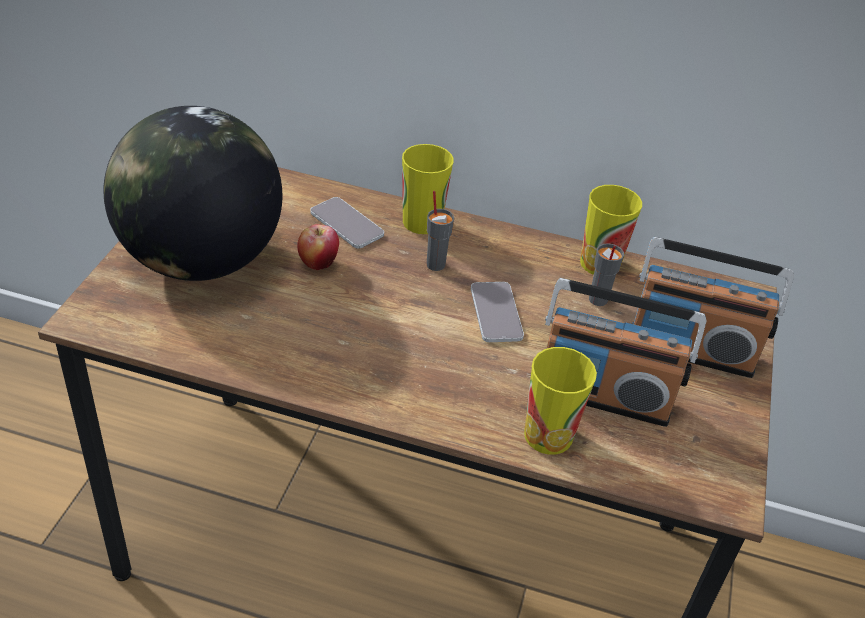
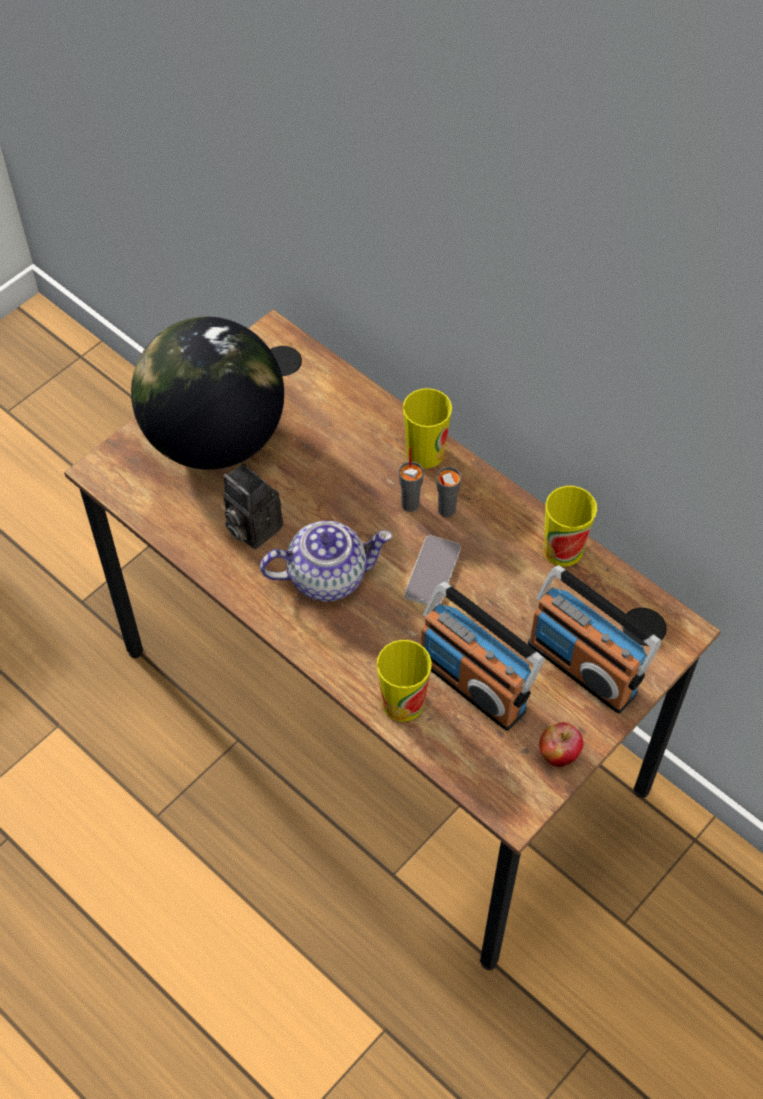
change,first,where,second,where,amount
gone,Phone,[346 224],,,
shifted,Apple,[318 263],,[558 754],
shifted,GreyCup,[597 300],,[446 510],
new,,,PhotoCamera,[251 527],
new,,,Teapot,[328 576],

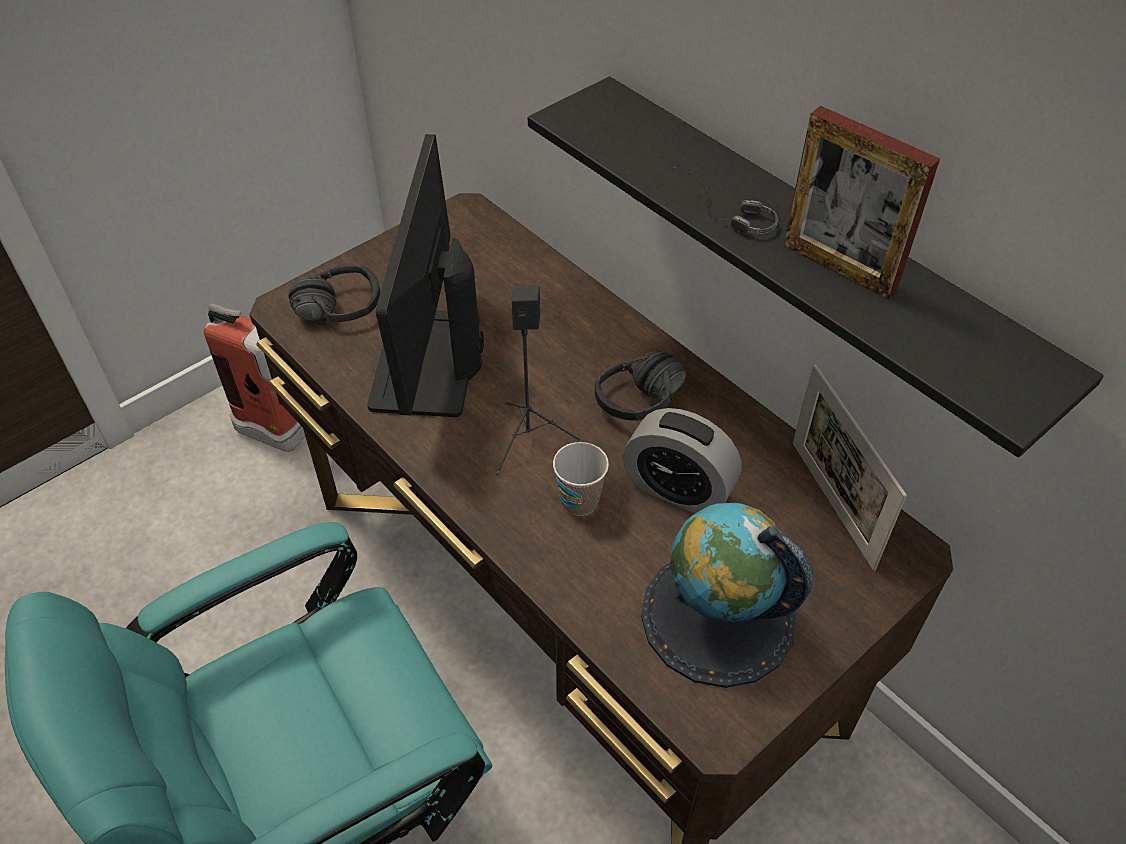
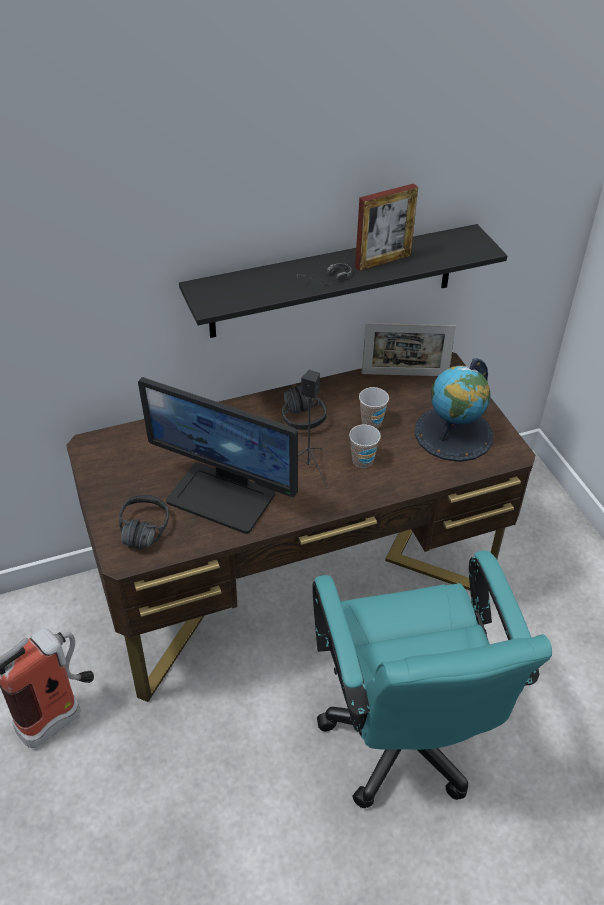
change,first,where,second,where,amount
swapped,AlarmClock,[678 489],Cup,[371 422],

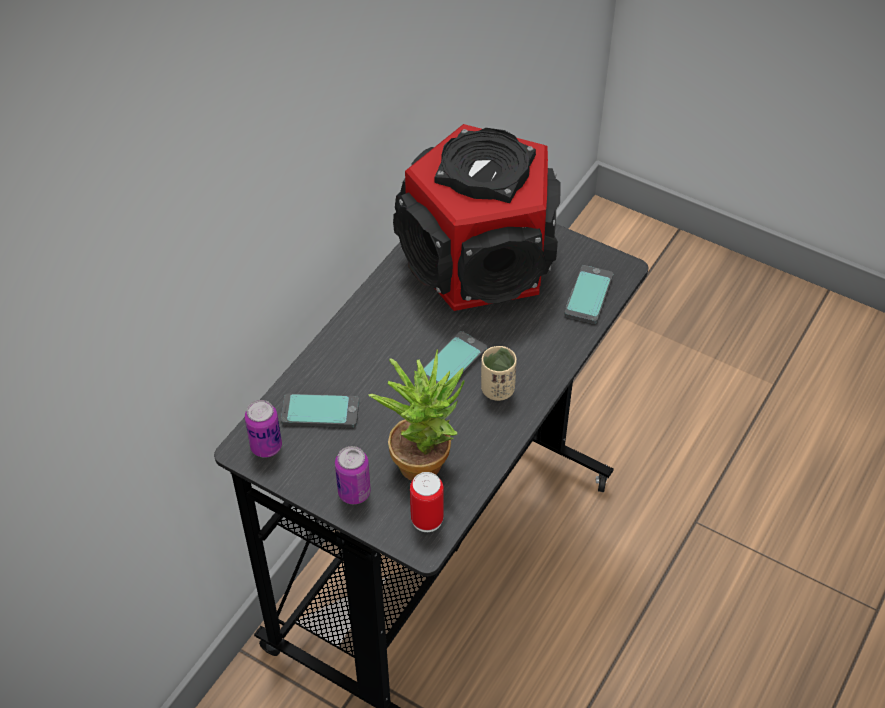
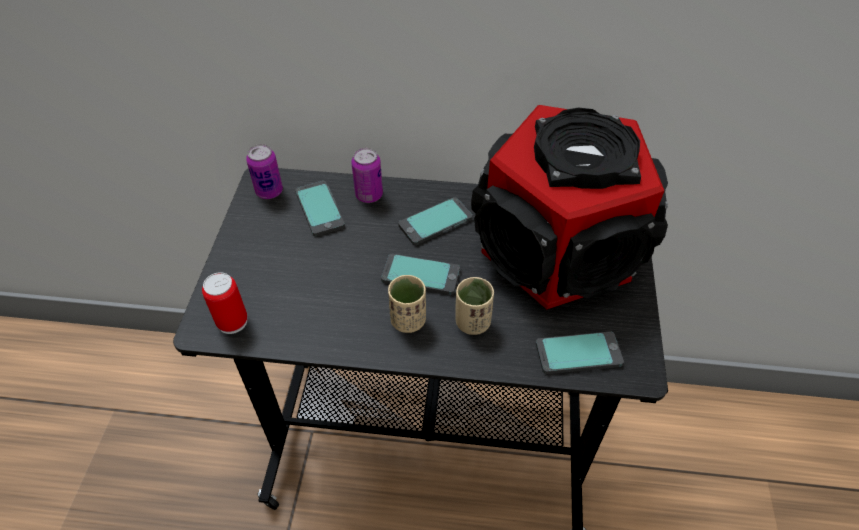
change,first,where,second,where,amount
gone,PottedPlant,[423 457],,,
shifted,Can,[354 492],,[369 195],
new,,,Phone,[435 222],
new,,,BeigeCup,[472 322],

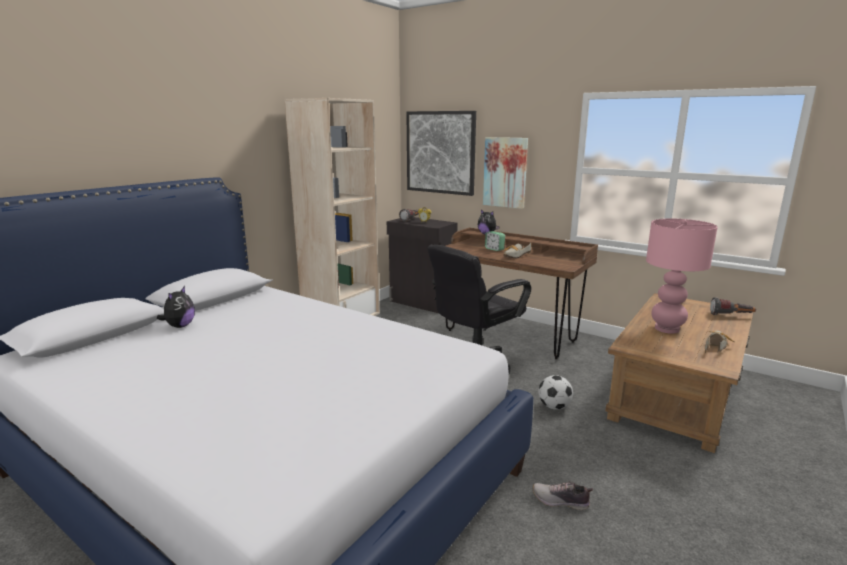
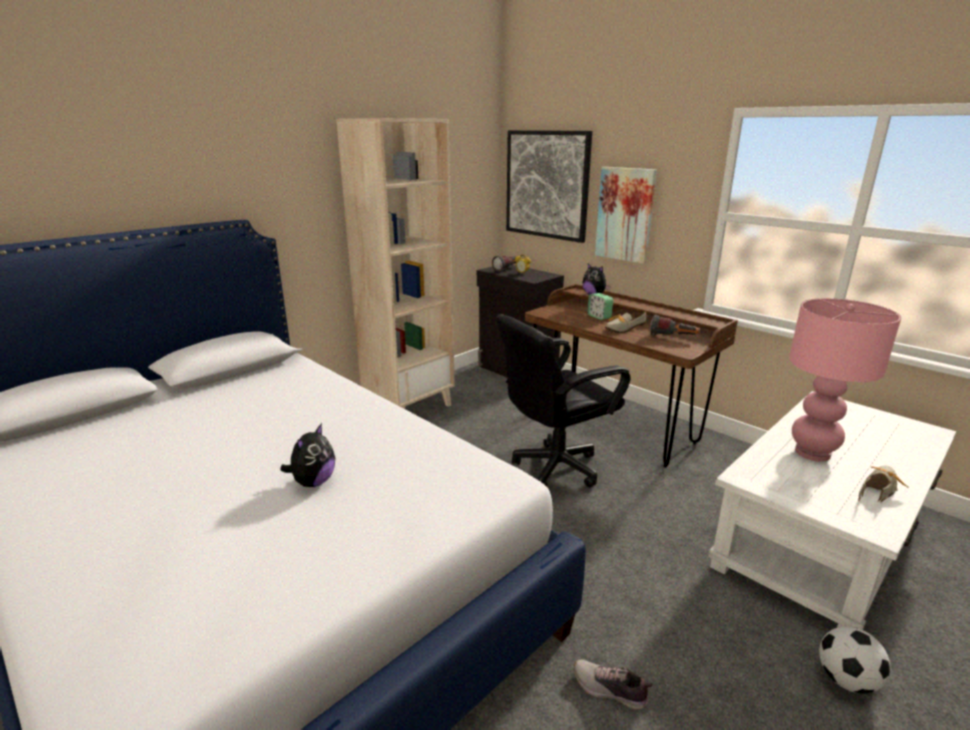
change,first,where,second,where,amount
shifted,PlushToy,[180 326],,[313 482],
repainted,BrownCoffeeTable,[676 393],WhiteCoffeeTable,[821 536],
shifted,Flashlight,[731 316],,[673 338],
shifted,Football,[554 407],,[846 680],

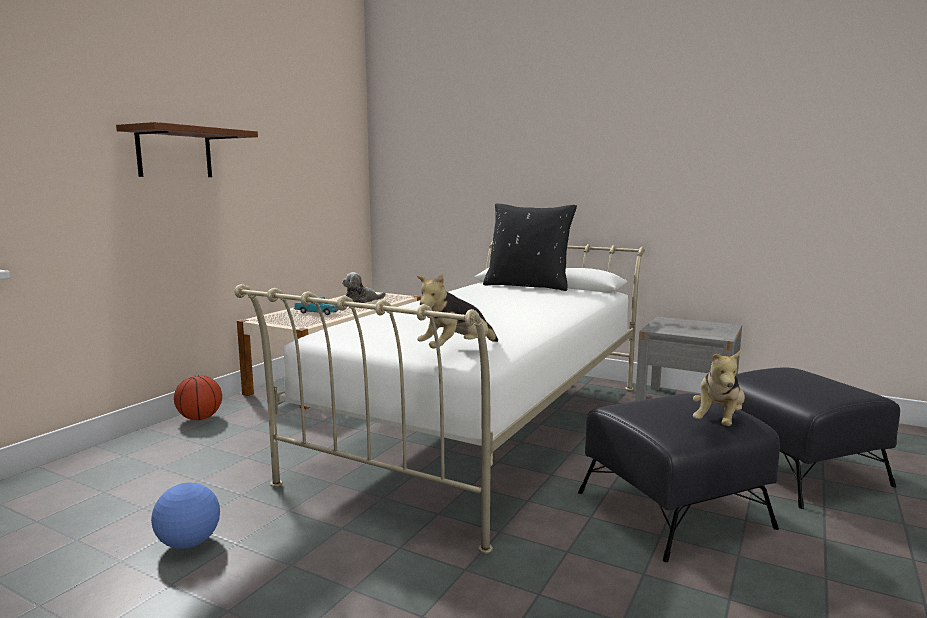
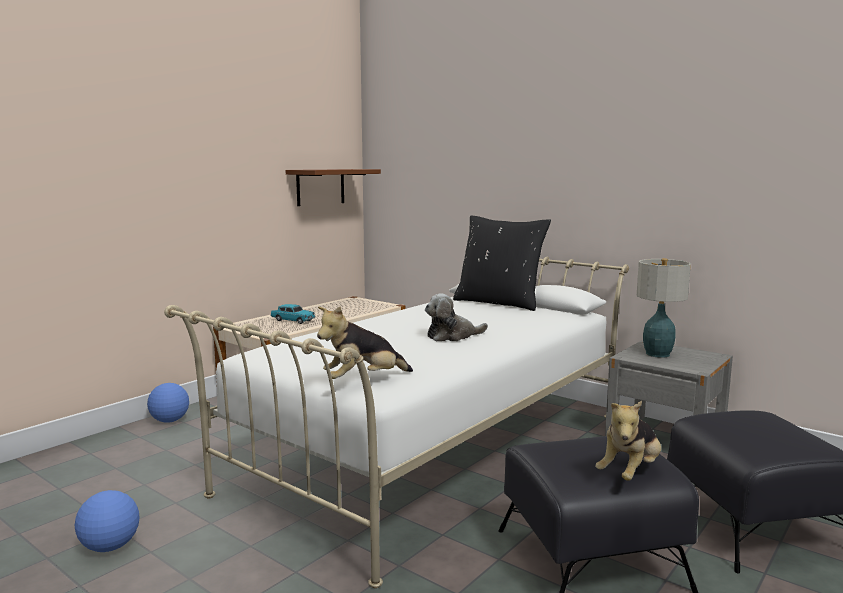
change,first,where,second,where,amount
shifted,BrownShelf,[174 153],,[320 187],
shifted,PlushToy,[361 301],,[452 336],
swapped,Basketball,[200 418],Football,[170 421],
new,,,TableLamp,[657 354],

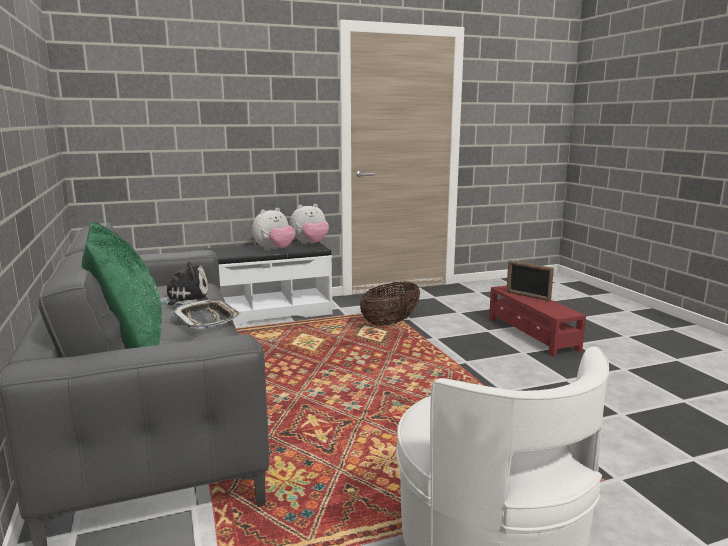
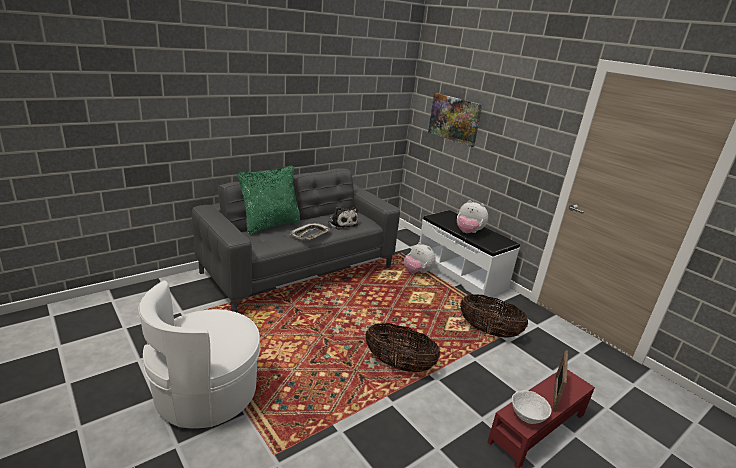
change,first,where,second,where,amount
shifted,PlushToy,[310 244],,[417 272],
new,,,Picture,[454 119],
new,,,Basket,[398 364],
new,,,WhiteBowl,[527 416],

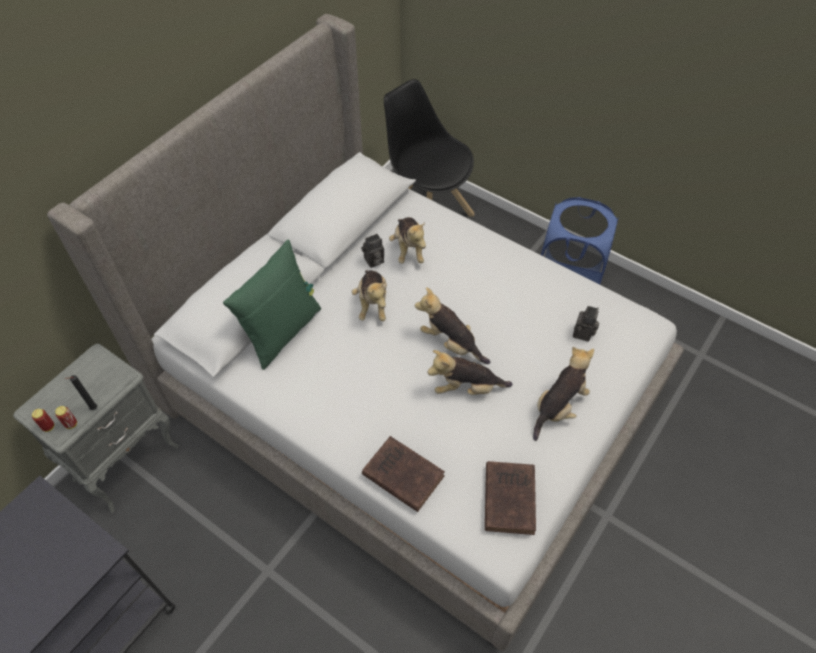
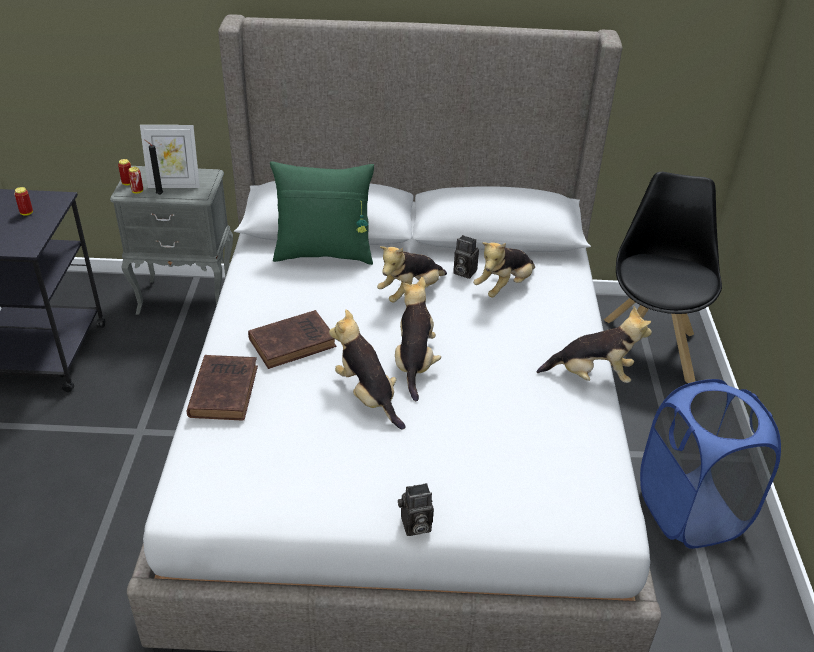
change,first,where,second,where,amount
shifted,PhotoCamera,[583 334],,[414 526],
shifted,PlushToy,[558 406],,[592 375],
shifted,BrownBook,[509 497],,[294 342],
new,,,PictureFrame,[174 185],
new,,,Can,[26 213],

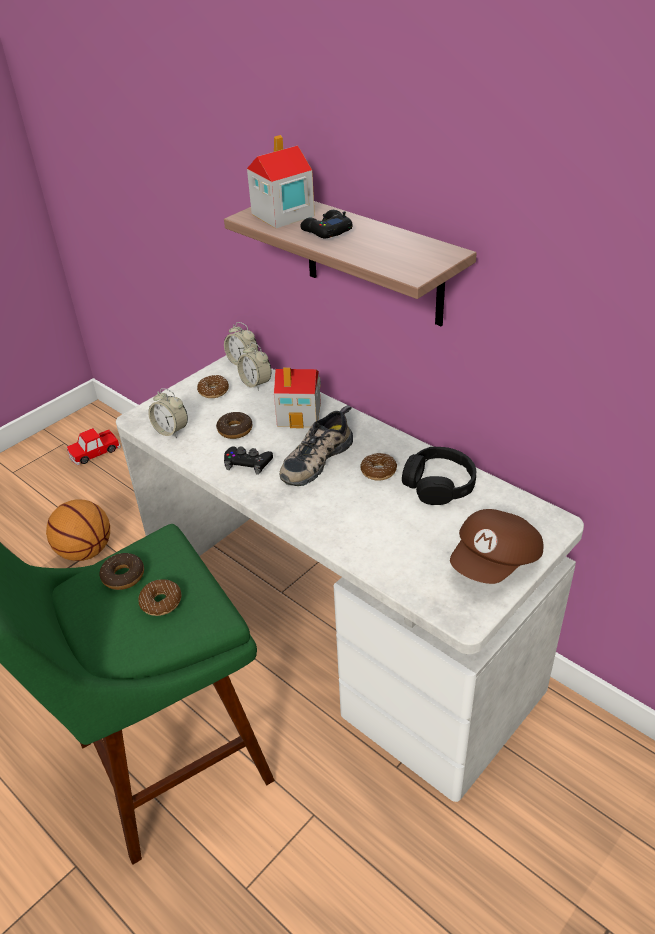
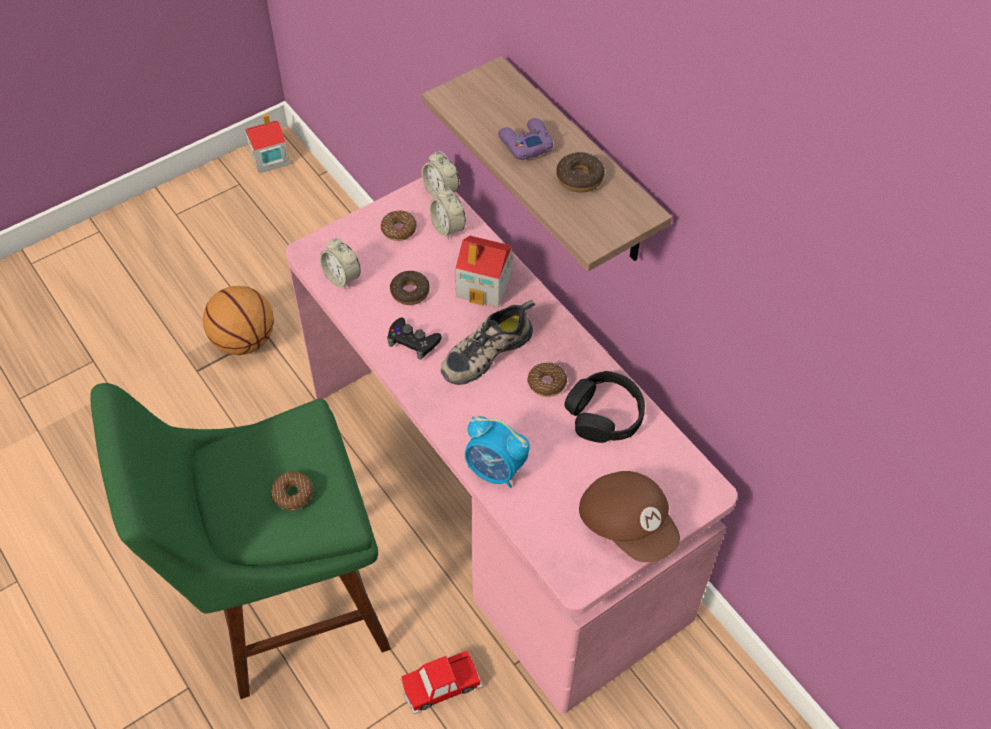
change,first,where,second,where,amount
shifted,ToyHouse,[282 215],,[269 158],
repainted,BlackGameController,[326 231],PurpleGameController,[525 143],
repainted,WhiteDesk,[337 628],PinkDesk,[495 497],
shifted,ToyCar,[94 452],,[440 685],
rotated,BrownCap,[495 562],,[628 524],90 degrees counterclockwise
shifted,Donut,[123 576],,[579 178],
new,,,AlarmClock,[495 470],

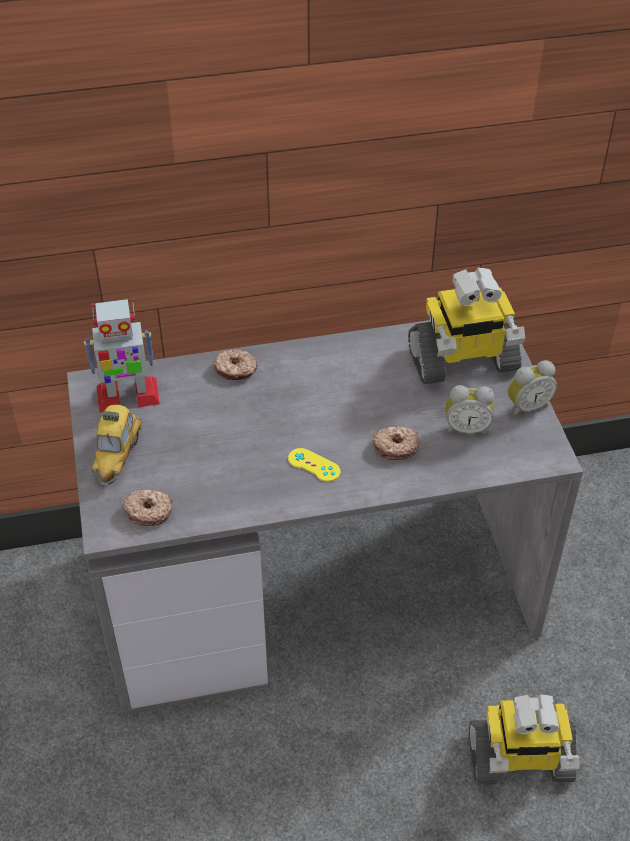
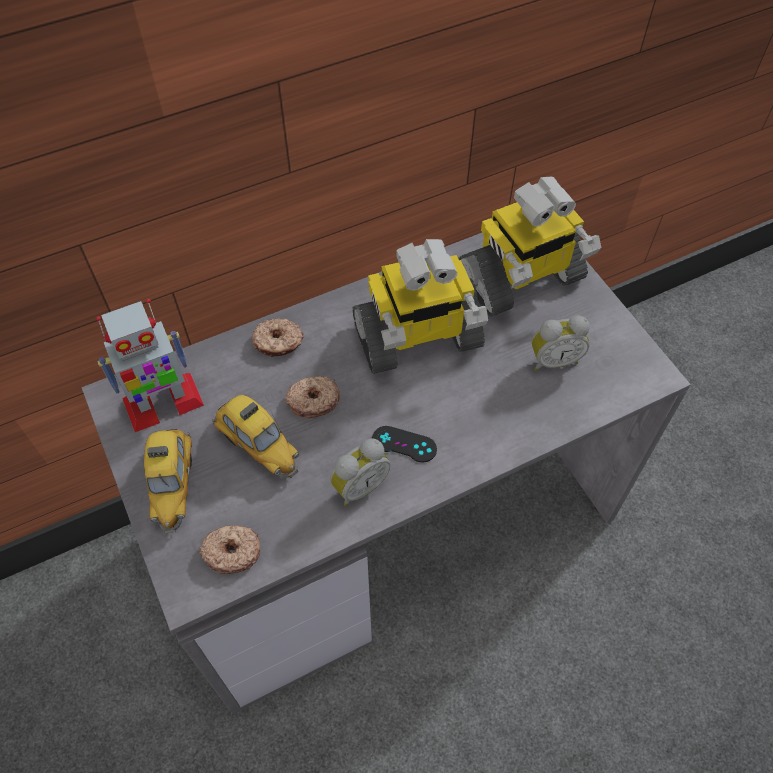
change,first,where,second,where,amount
shifted,AlarmClock,[526 406],,[359 485],
shifted,Donut,[395 447],,[313 400],
repainted,YellowGameController,[314 465],BlackGameController,[404 444],
shifted,ToyRobot,[519 759],,[417 338],
new,,,ToyCar,[258 446],

